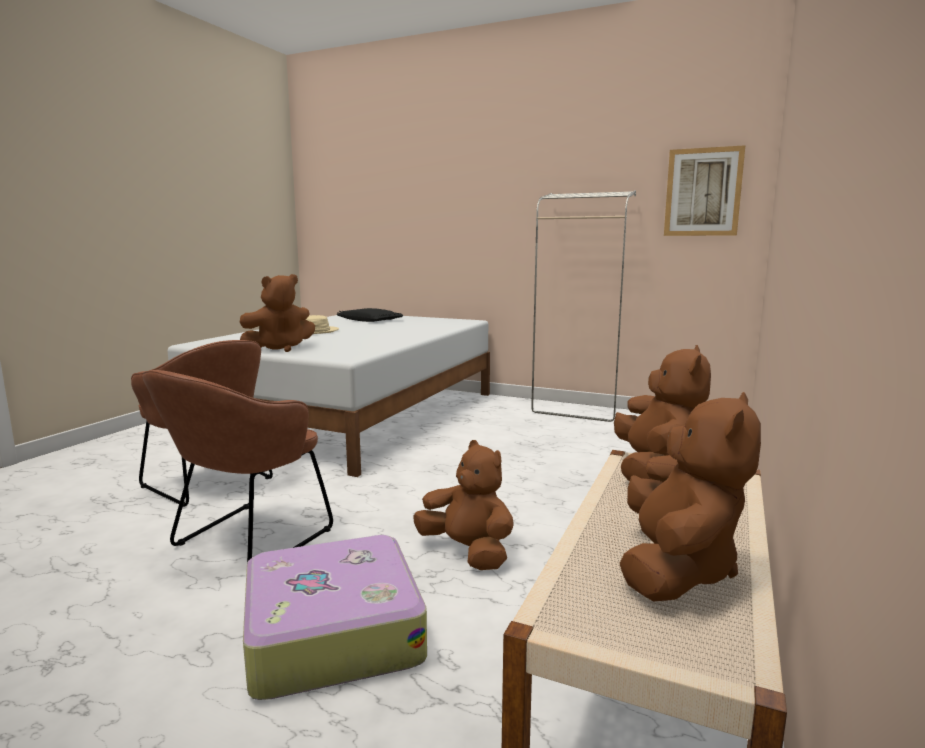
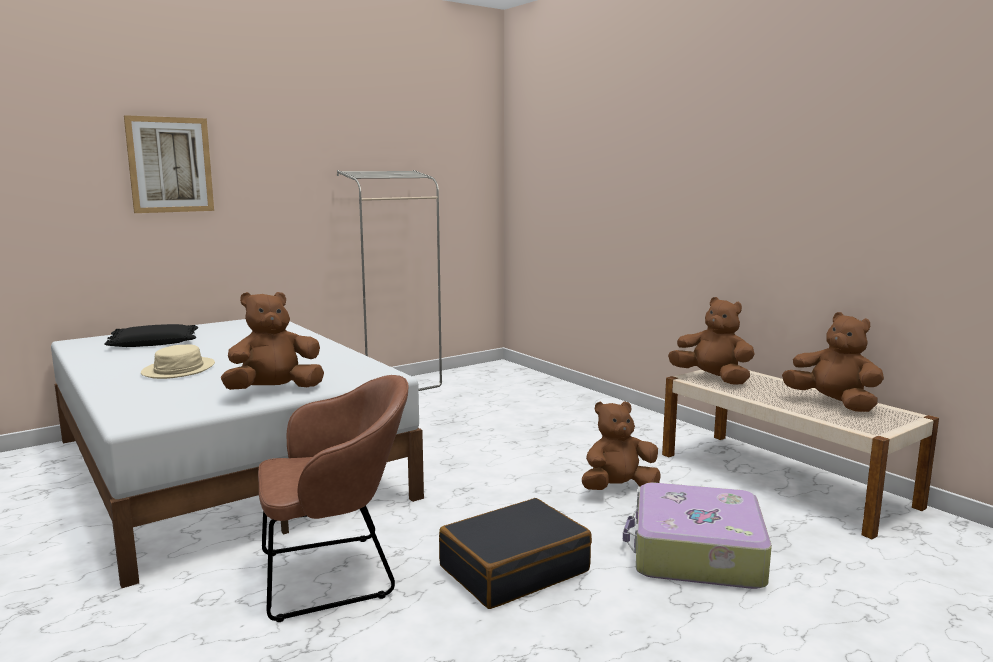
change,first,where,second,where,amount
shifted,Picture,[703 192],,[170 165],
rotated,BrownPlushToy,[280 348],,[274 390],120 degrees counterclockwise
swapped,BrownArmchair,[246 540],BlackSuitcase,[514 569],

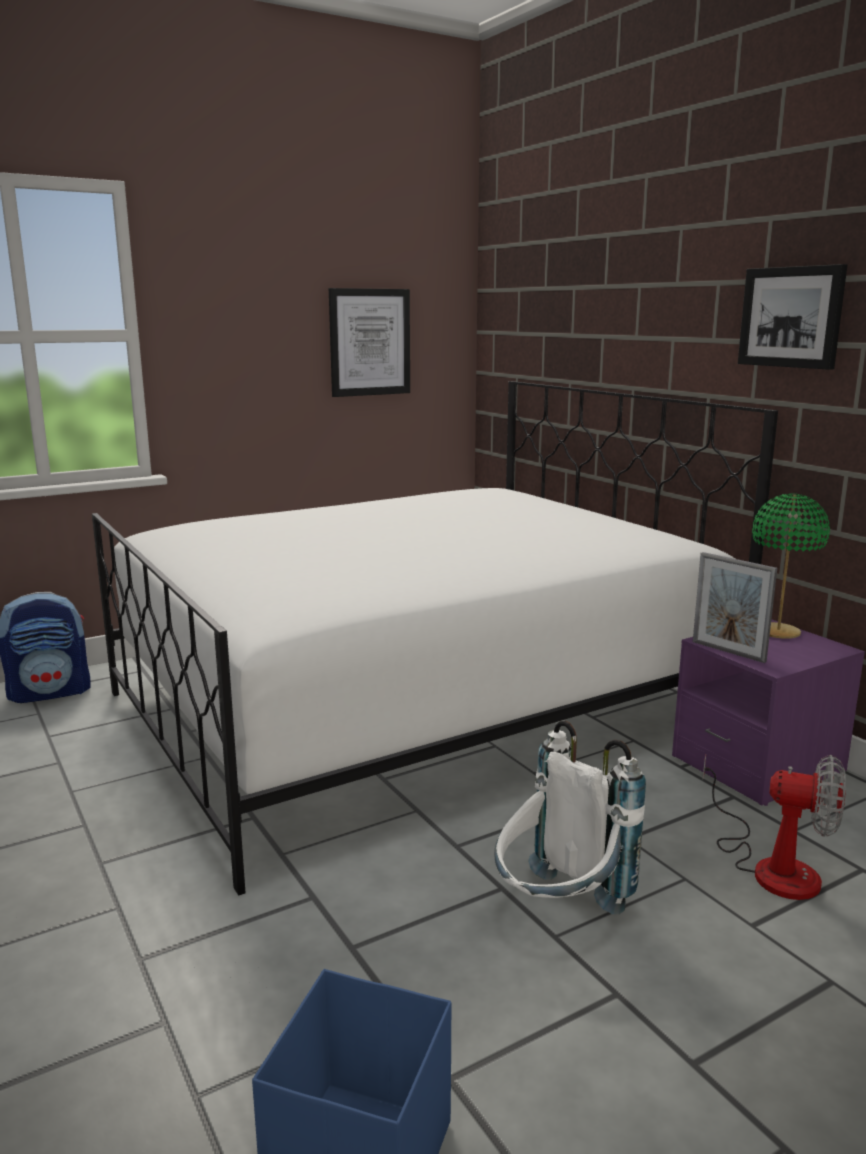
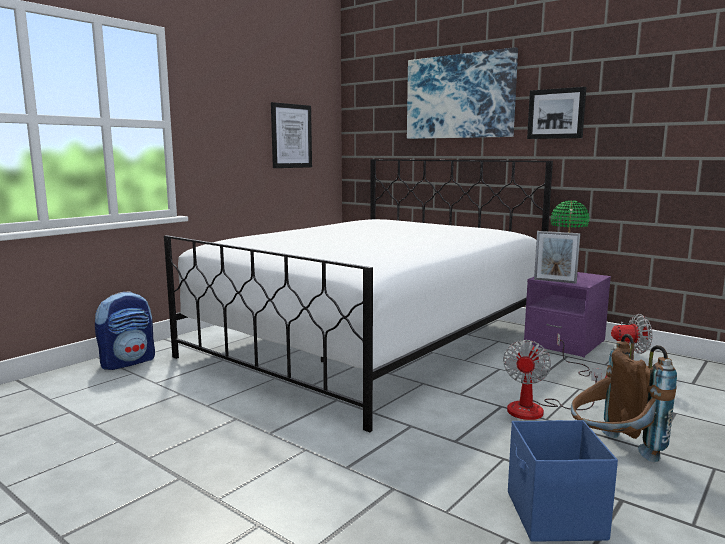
change,first,where,second,where,amount
swapped,WhiteBackpack,[558 911],Fan,[537 410],
new,,,Picture,[459 96],
new,,,BrownBackpack,[612 452],

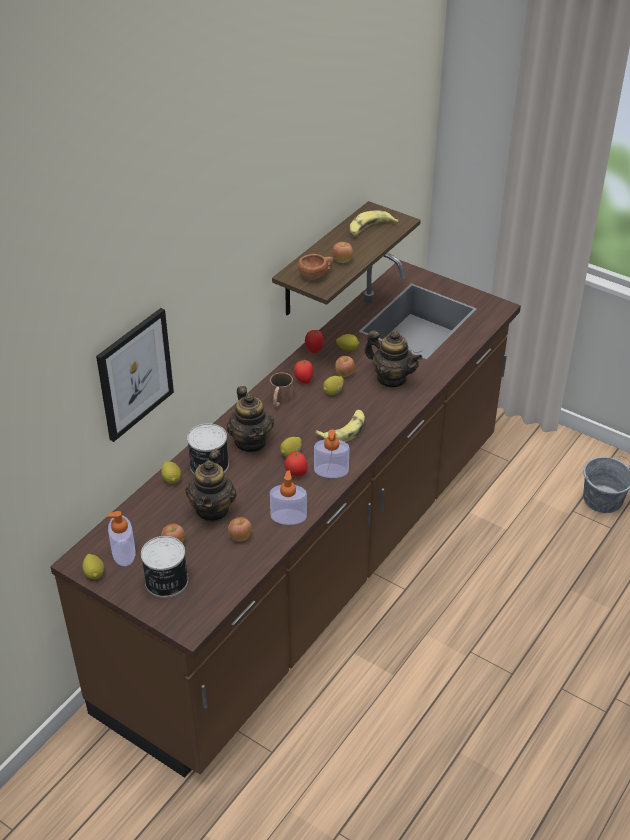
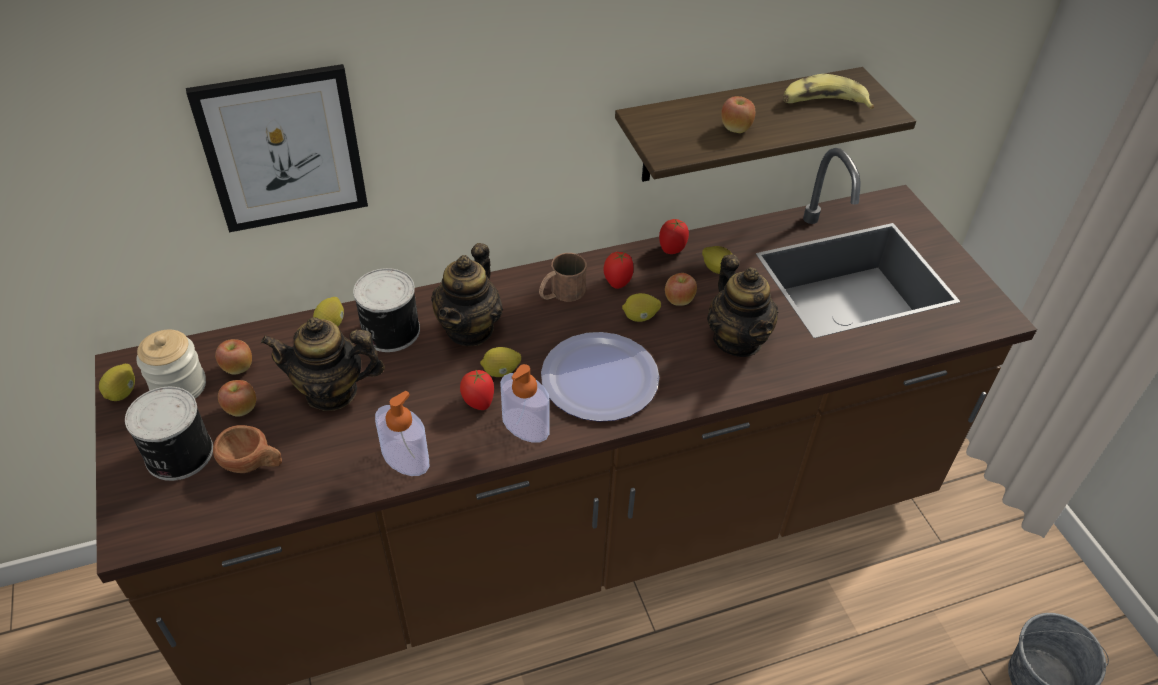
change,first,where,second,where,amount
shifted,BrownCup,[316 275],,[253 464],
swapped,Banana,[344 430],Plate,[600 378],
rotated,Teapot,[213 509],,[331 391],45 degrees clockwise
swapped,SoapDispenser,[124 553],Jar,[179 386],
shifted,Apple,[240 537],,[238 368],

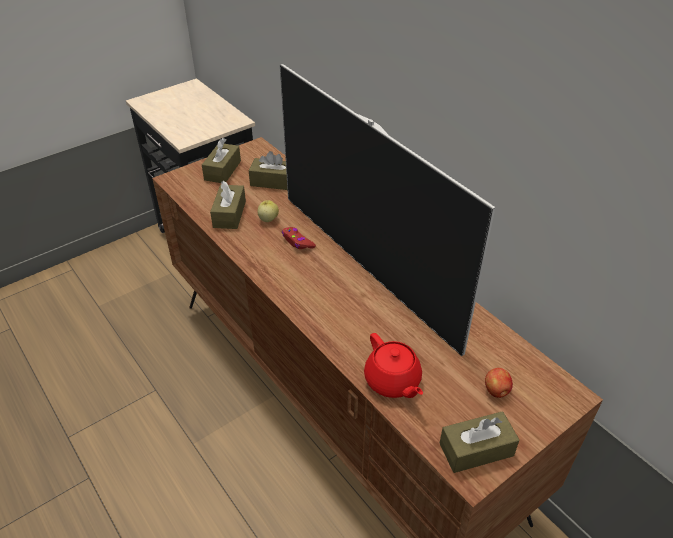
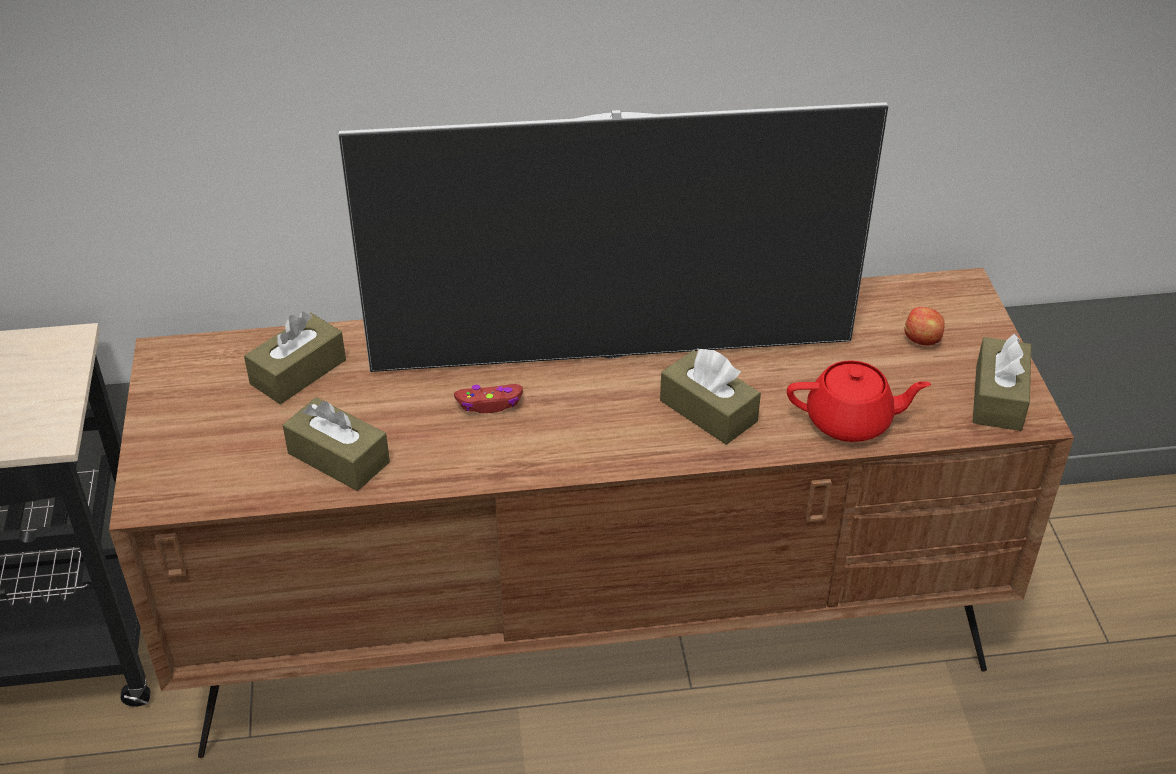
change,first,where,second,where,amount
shifted,BrownTissueBox,[222 170],,[708 411],
gone,Apple,[268 219],,,

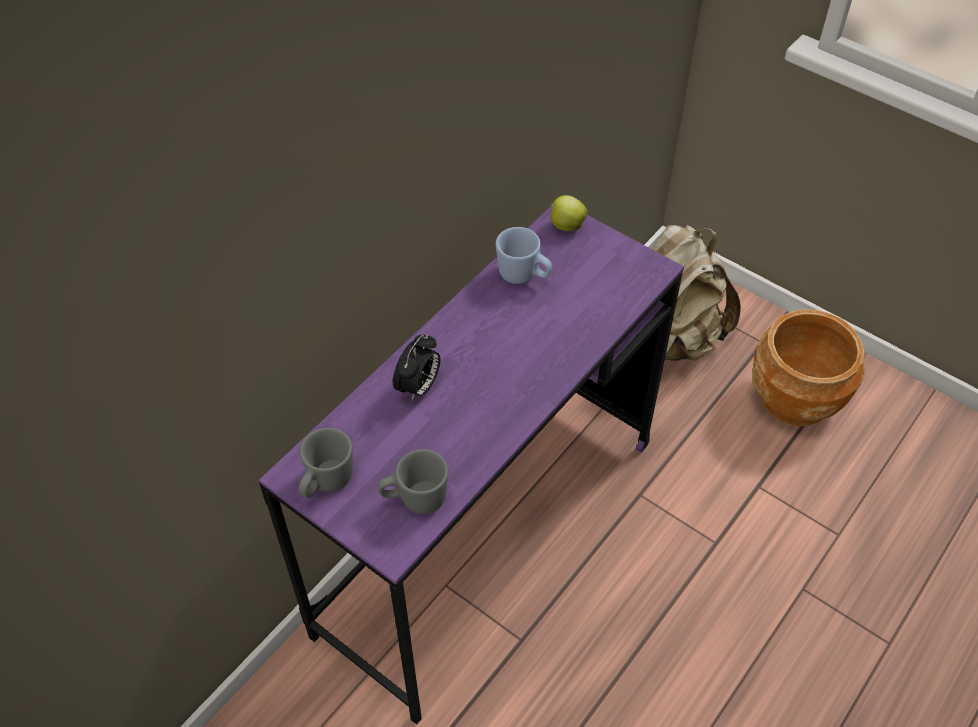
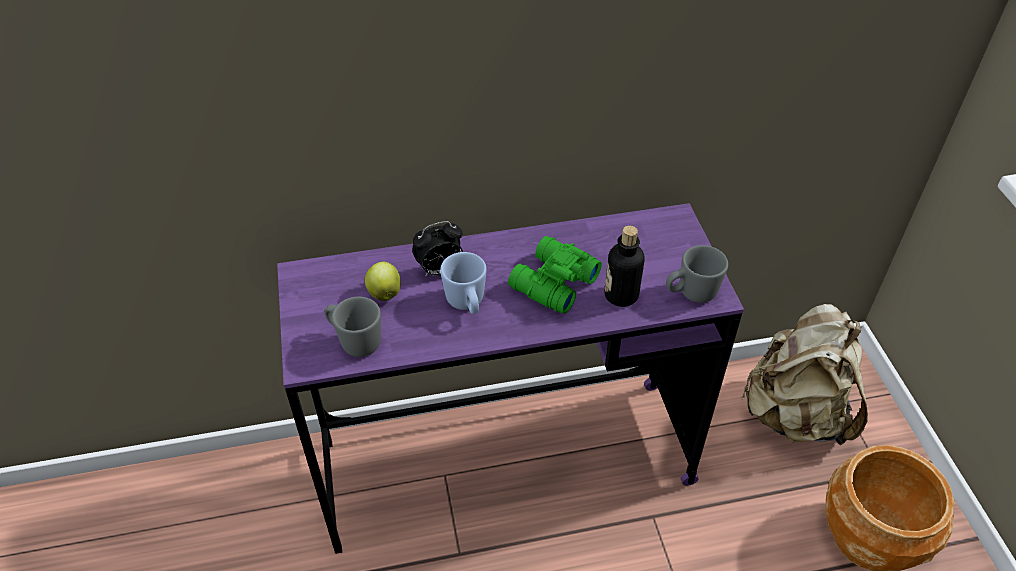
change,first,where,second,where,amount
shifted,Apple,[566 225],,[384 293],
shifted,BlueMug,[524 276],,[467 304],
shifted,GreyMug,[326 483],,[691 293],
new,,,Bottle,[621 295],
new,,,GreenBinoculars,[552 283],

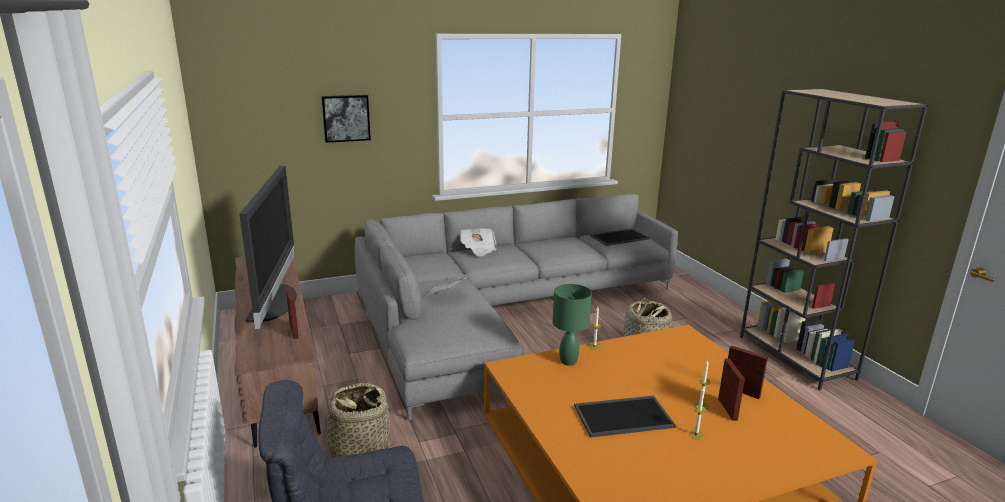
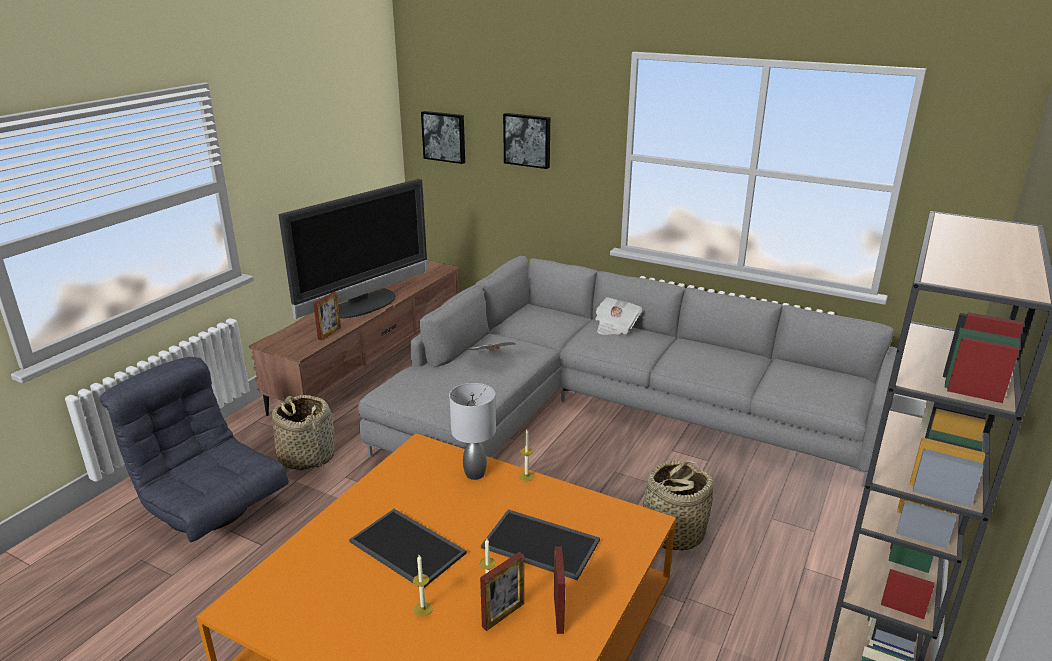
change,first,where,second,where,amount
shifted,Tray,[619 237],,[542 543],
repainted,GreenTableLamp,[568 361],GreyTableLamp,[475 473],
new,,,Picture,[444 136],

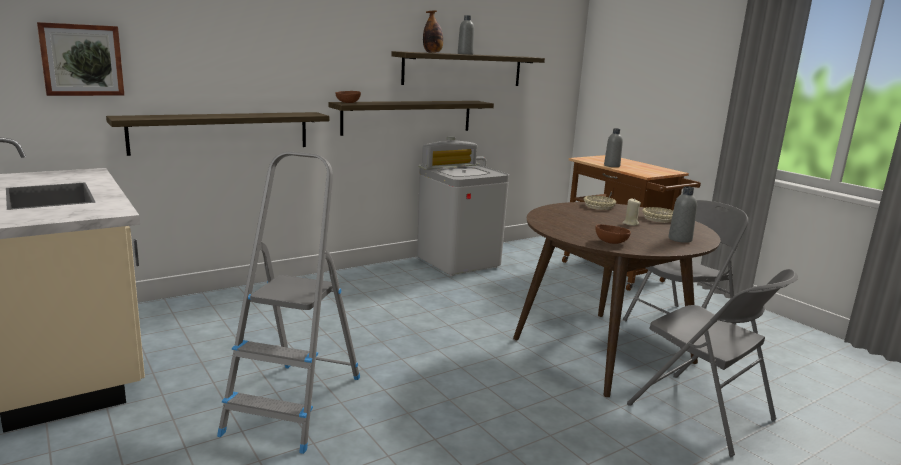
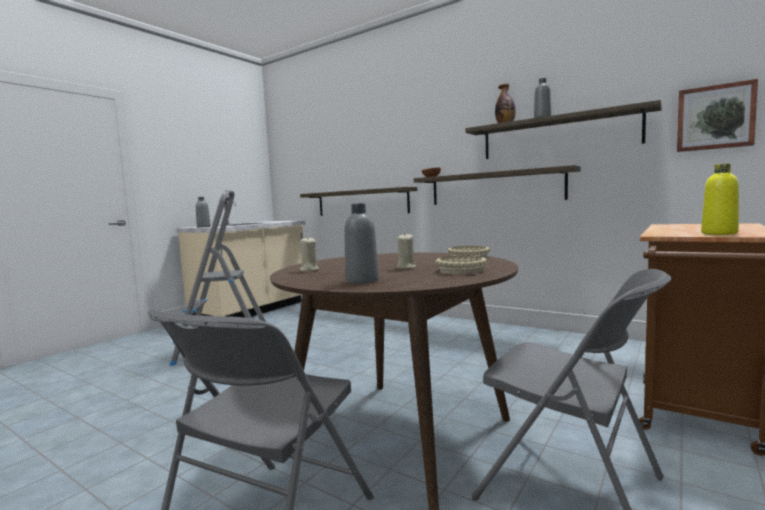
change,first,where,second,where,amount
shifted,Picture,[82 60],,[715 117],
shifted,GreyBottle,[612 166],,[203 227],
gone,GreyWashingMachine,[459 262],,,
swapped,BrownBowl,[611 242],BeigeCandle,[309 270],
new,,,YellowBottle,[719 233],

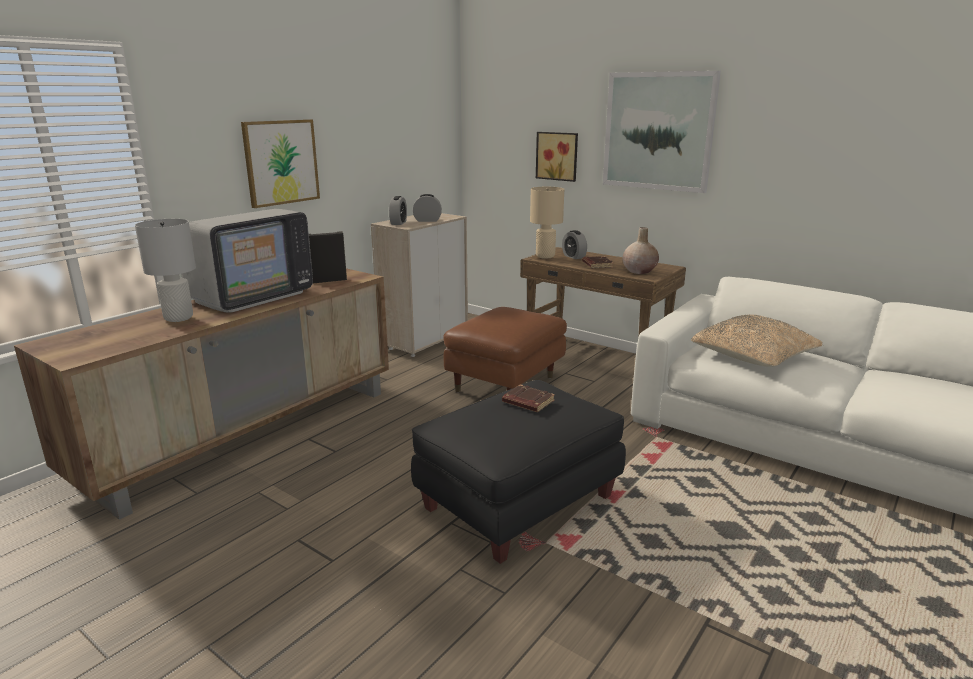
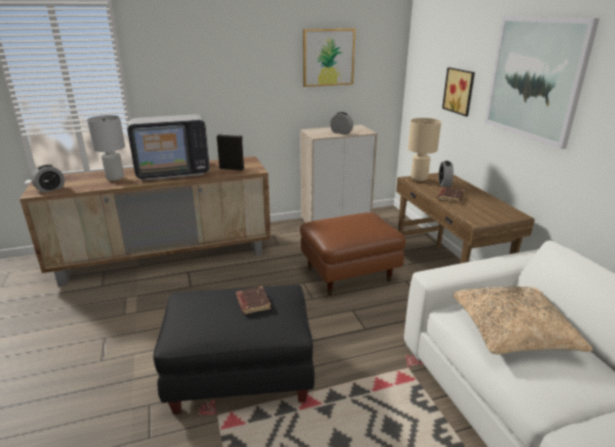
change,first,where,second,where,amount
shifted,Picture,[281 162],,[328 57],
shifted,AlarmClock,[398 223],,[50 189],
gone,BeigeVase,[639 271],,,

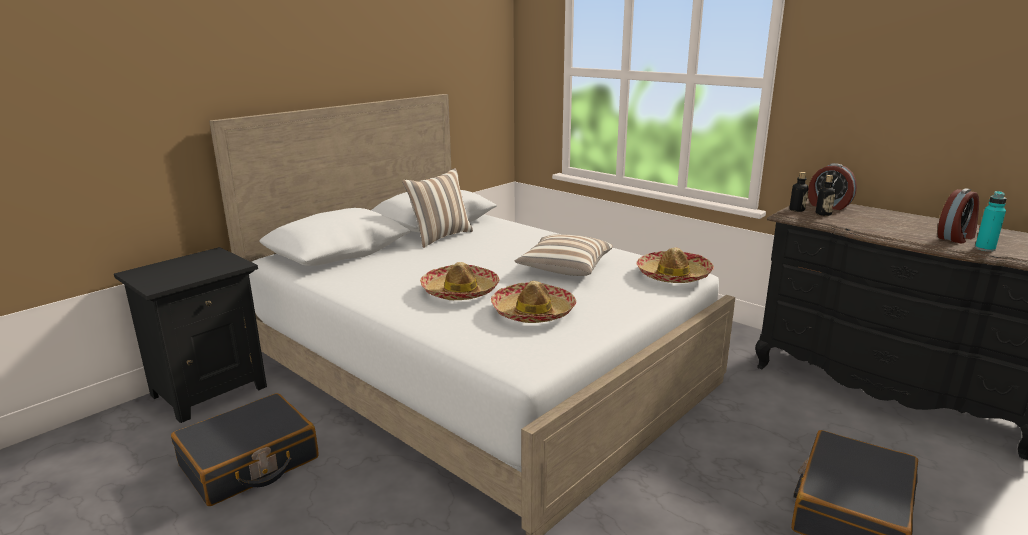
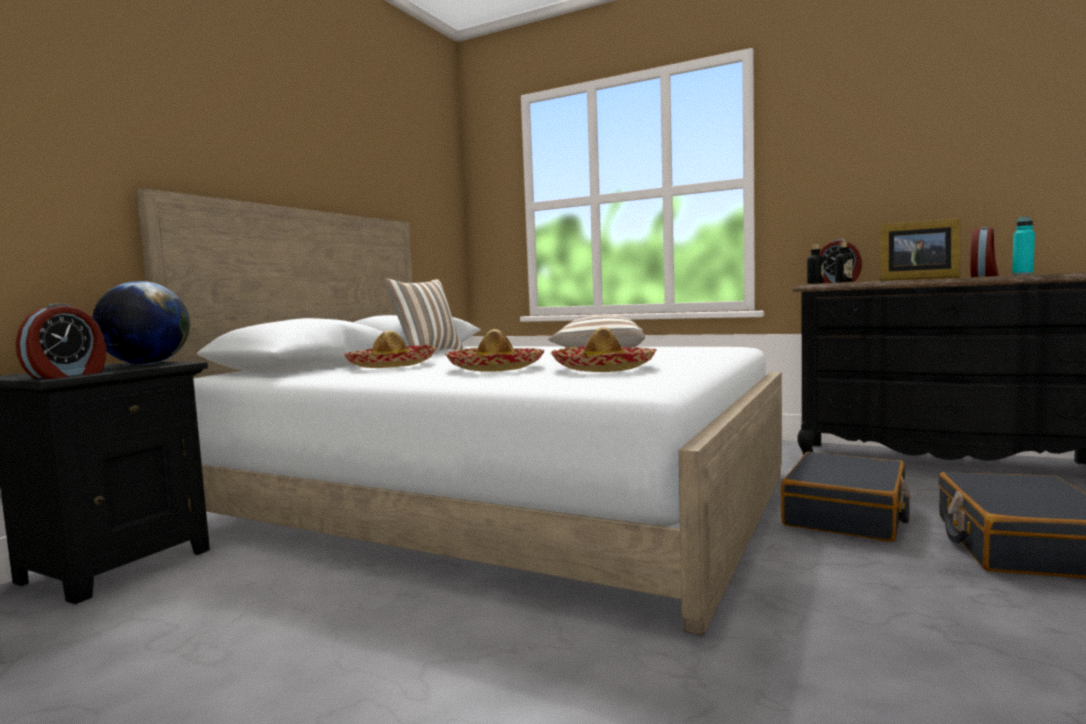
change,first,where,second,where,amount
shifted,Hat,[673 275],,[391 365],
shifted,BlackSuitcase,[249 463],,[846 515],
new,,,PictureFrame,[915 279],
new,,,Globe,[147 364],
new,,,AlarmClock,[67 375],

